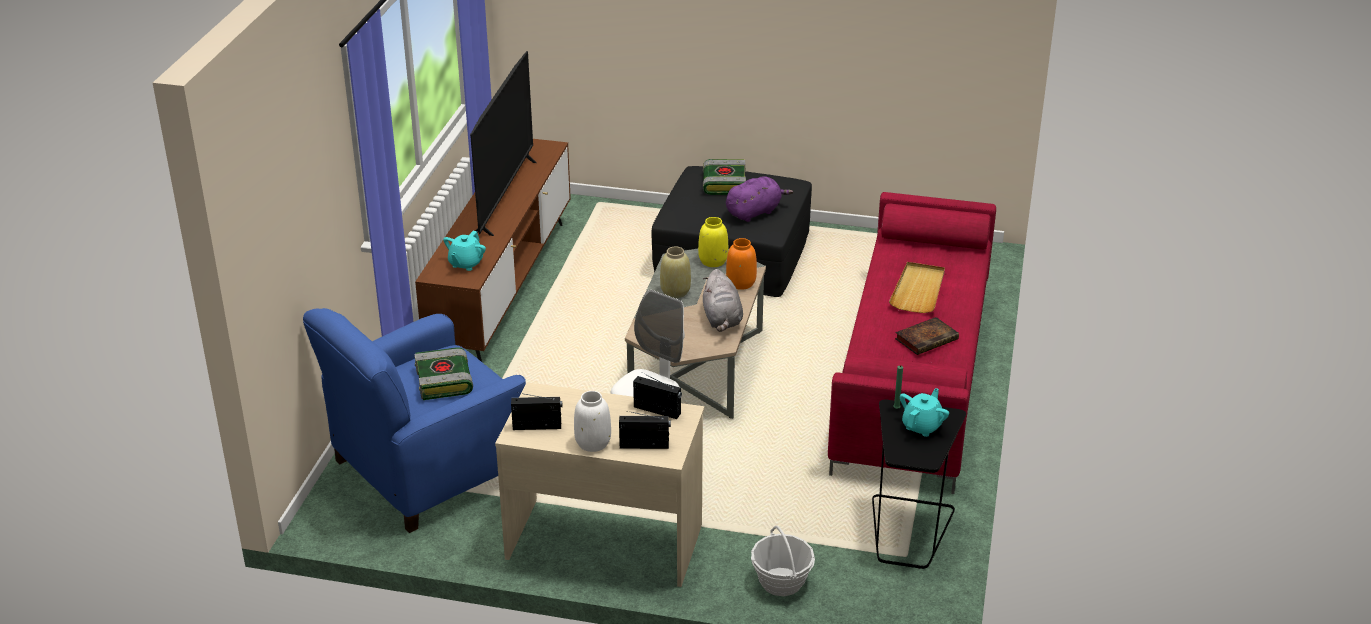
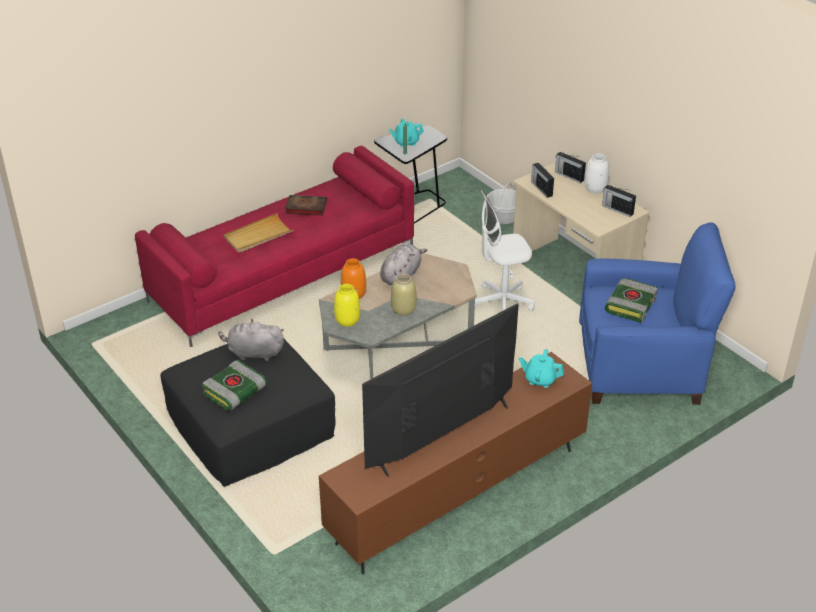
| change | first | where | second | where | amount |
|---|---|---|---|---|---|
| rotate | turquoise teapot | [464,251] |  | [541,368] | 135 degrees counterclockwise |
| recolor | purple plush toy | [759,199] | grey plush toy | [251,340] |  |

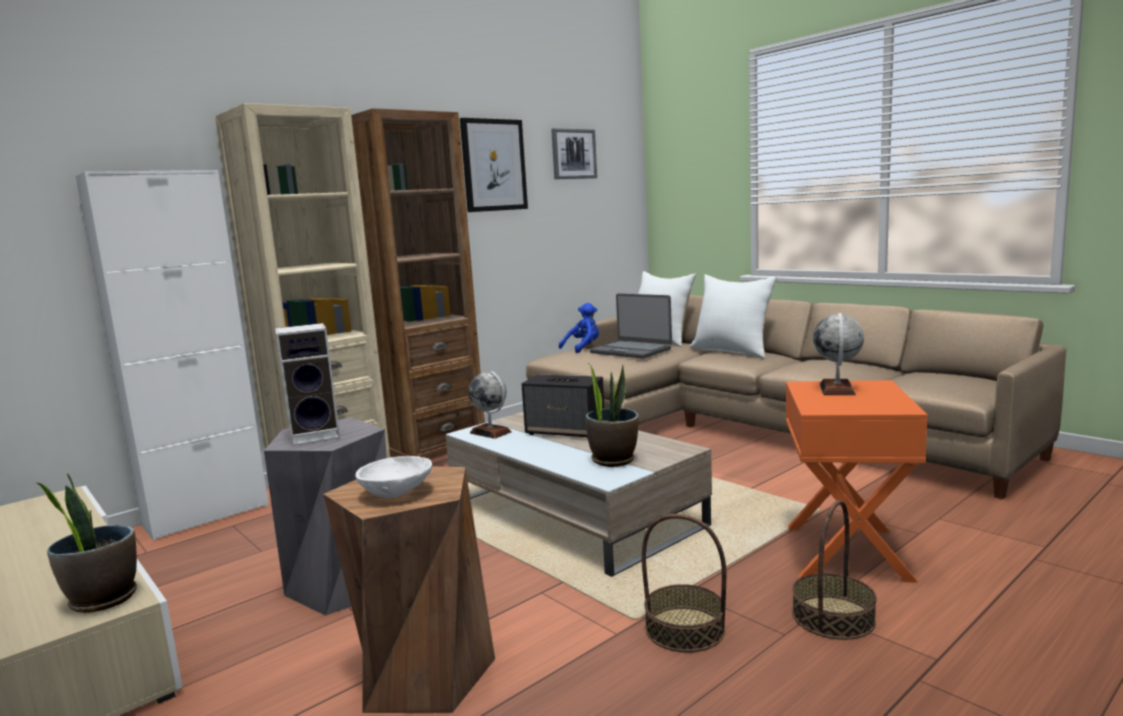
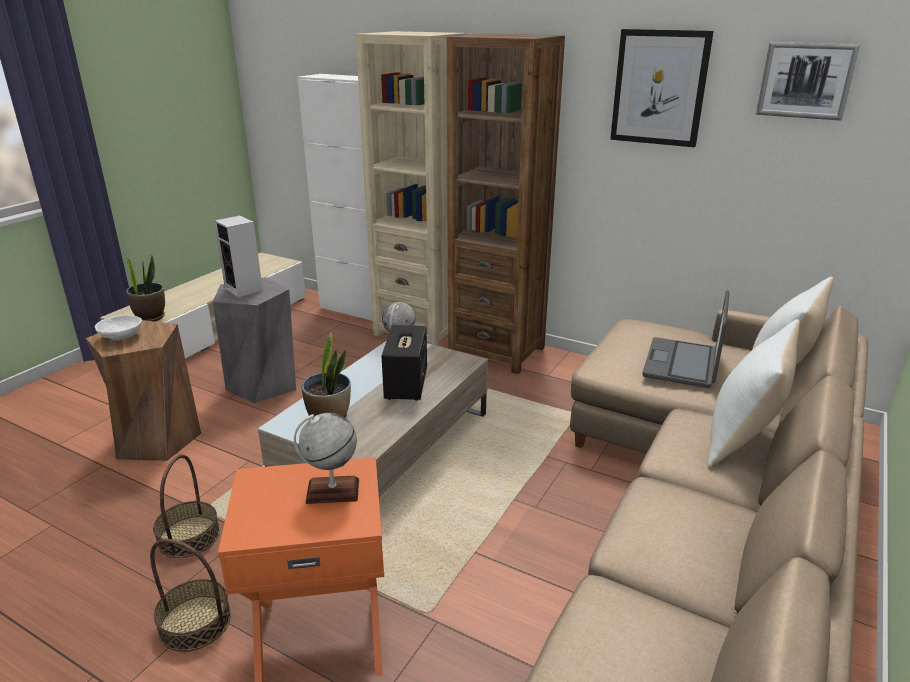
| change | first | where | second | where | amount |
|---|---|---|---|---|---|
| delete | blue plush toy | [579,328] |  |  |  |

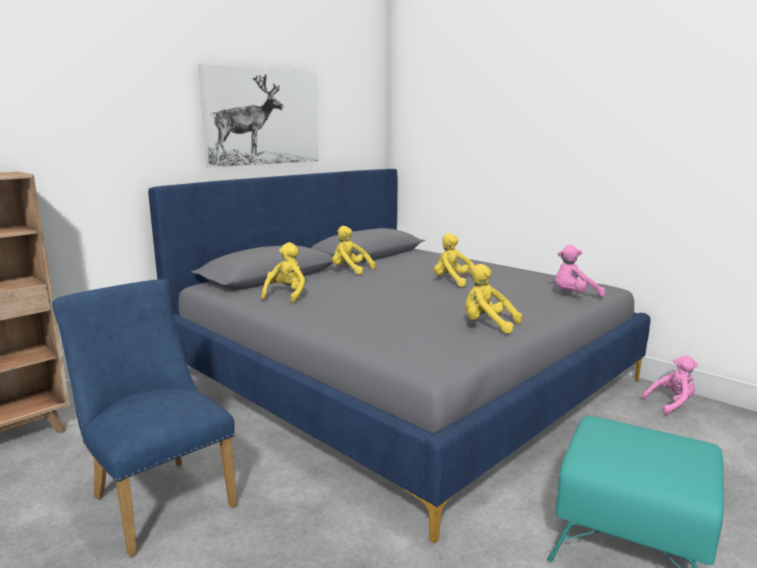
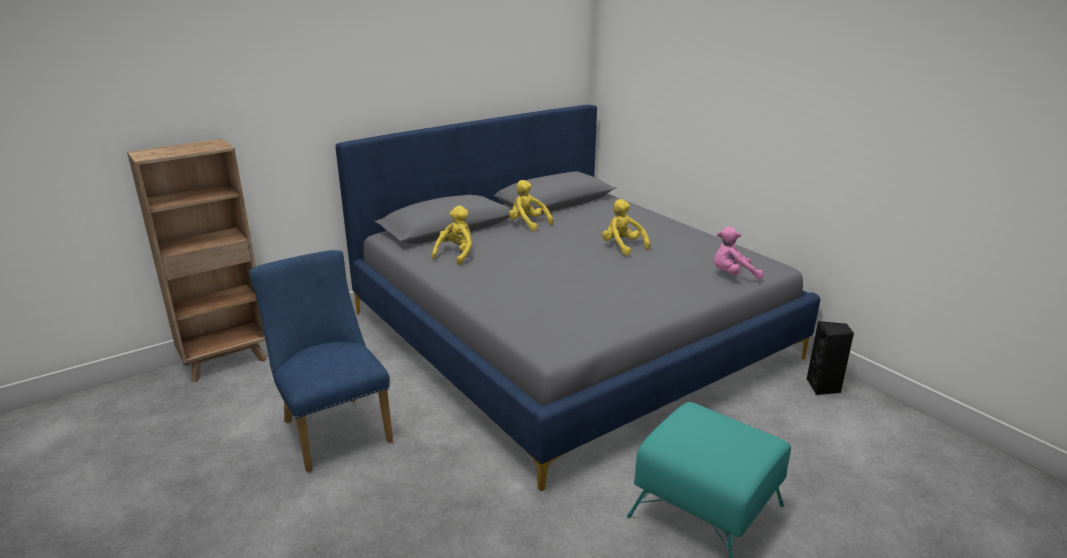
| change | first | where | second | where | amount |
|---|---|---|---|---|---|
| delete | picture | [258,115] |  |  |  |
| delete | yellow plush toy | [493,299] |  |  |  |
| replace | pink plush toy | [670,385] | black speaker | [830,358] |  |

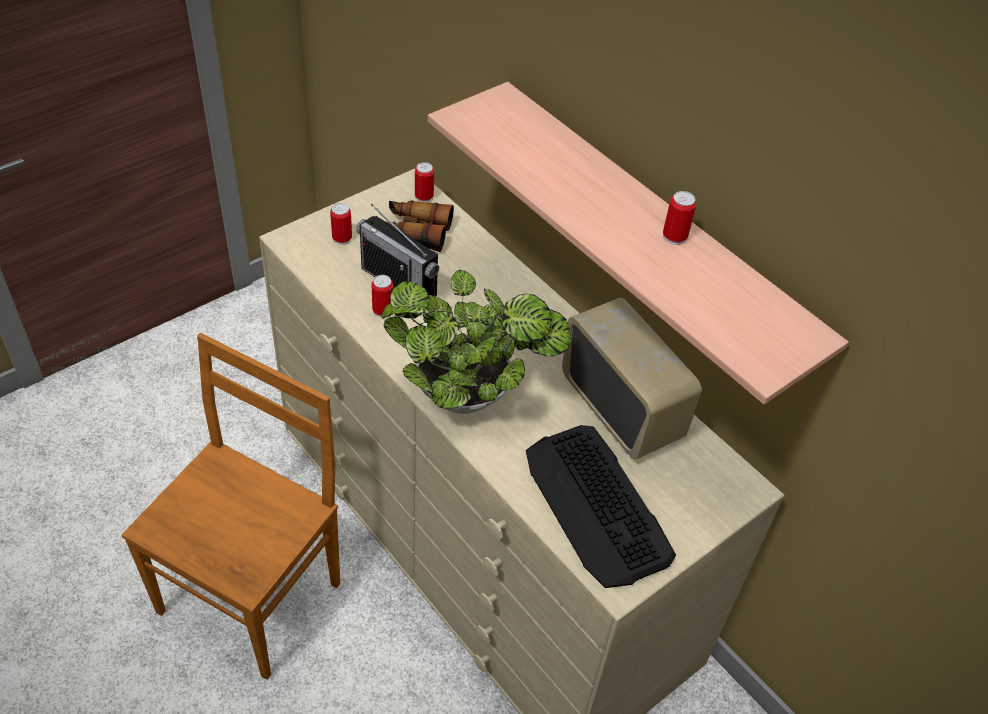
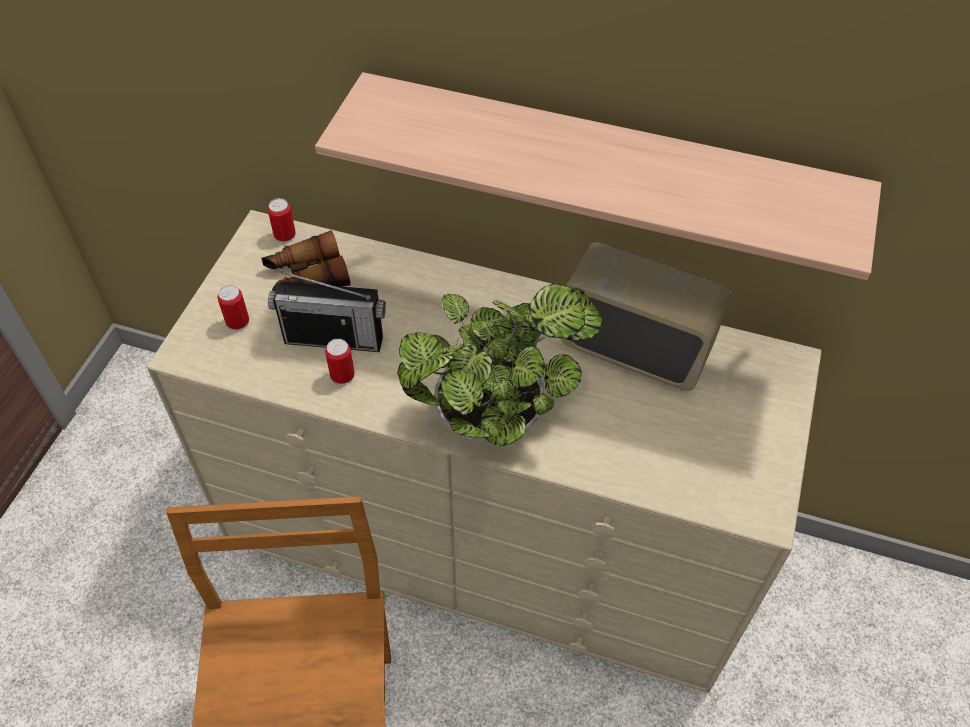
| change | first | where | second | where | amount |
|---|---|---|---|---|---|
| delete | keyboard | [601,506] |  |  |  |
| delete | can | [679,218] |  |  |  |

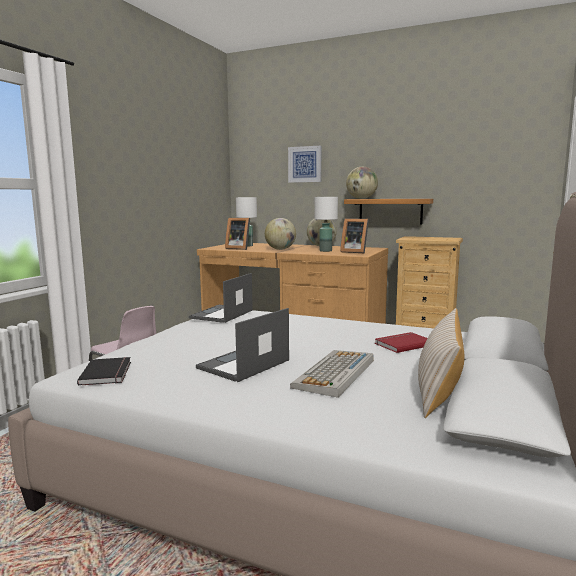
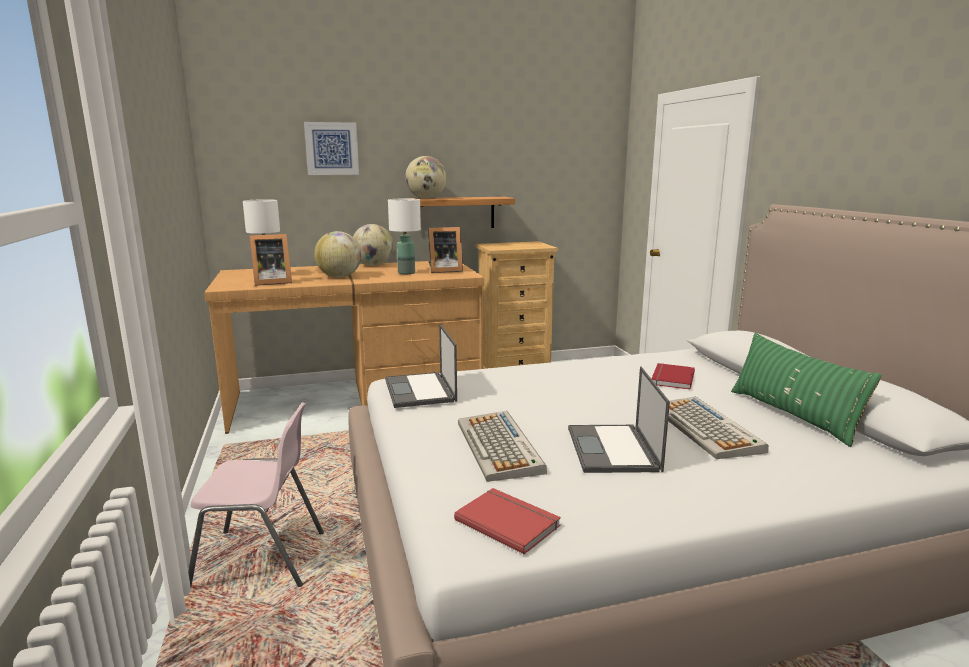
| change | first | where | second | where | amount |
|---|---|---|---|---|---|
| recolor | black book | [104,371] | red book | [507,521] |  |
| recolor | beige pillow | [441,363] | green pillow | [806,390] |  |
| insert |  |  | keyboard | [502,446] |  |

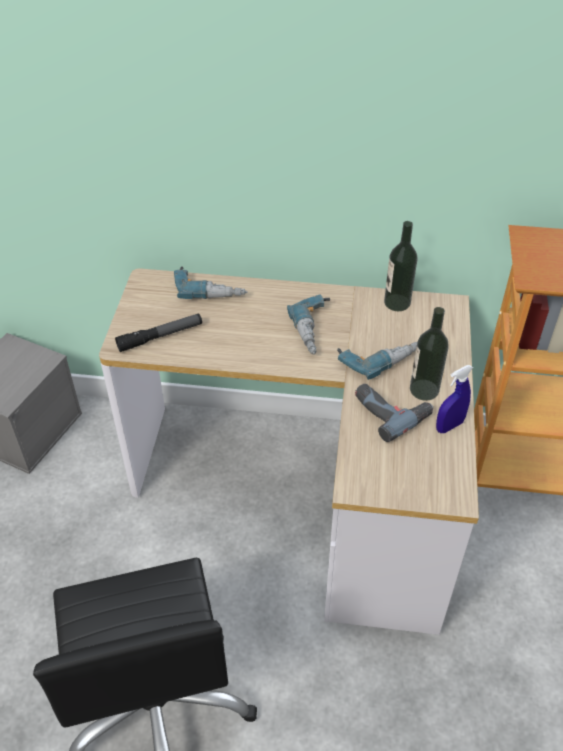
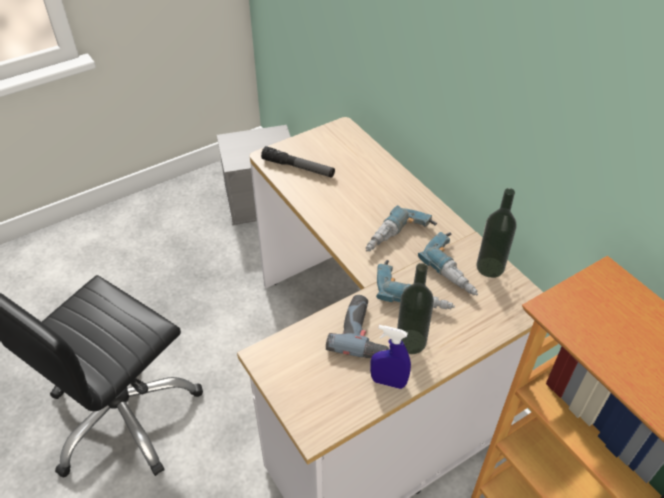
| change | first | where | second | where | amount |
|---|---|---|---|---|---|
| move | power drill | [211,282] |  | [448,264] |  |

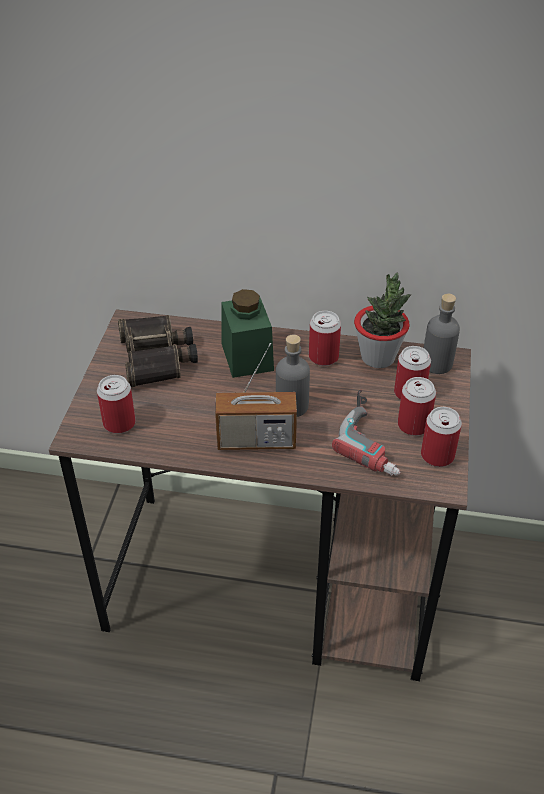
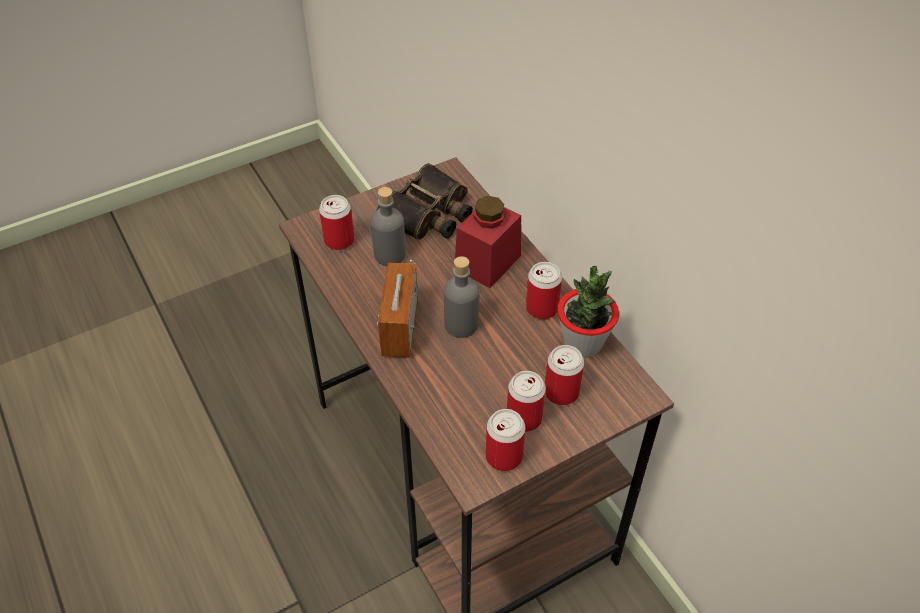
| change | first | where | second | where | amount |
|---|---|---|---|---|---|
| rotate | radio | [256,396] |  | [398,309] | 45 degrees clockwise |
| recolor | green jar | [247,333] | red jar | [488,242] |  |
| delete | power drill | [366,433] |  |  |  |
| move | grey bottle | [442,334] |  | [388,226] |  |

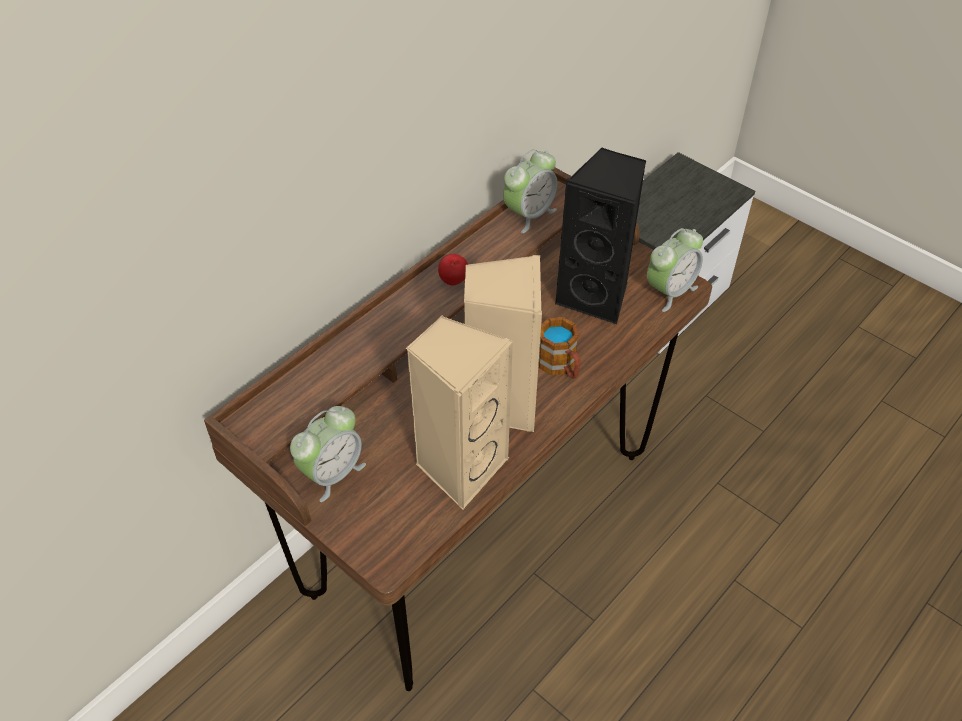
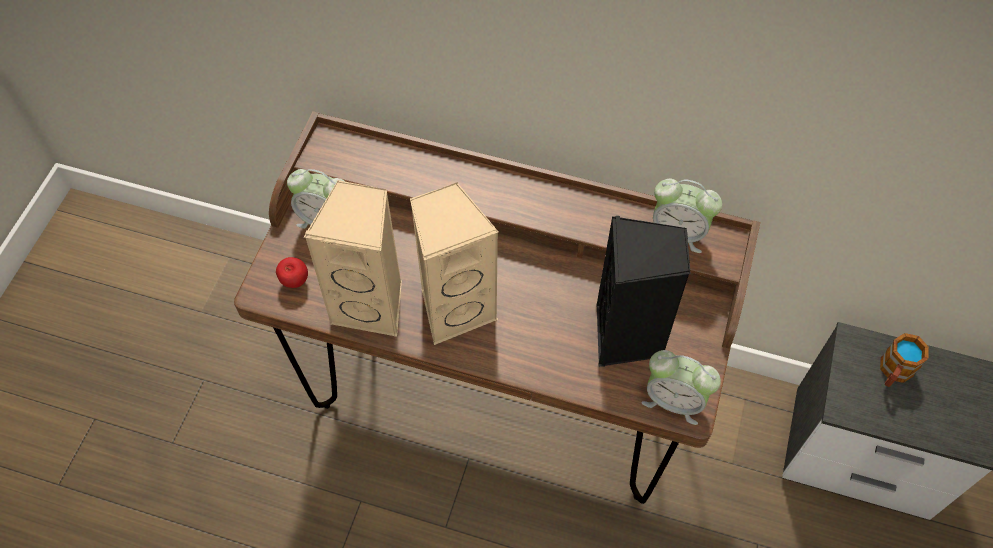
| change | first | where | second | where | amount |
|---|---|---|---|---|---|
| move | apple | [453,269] |  | [292,272] |  |
| move | mug | [559,348] |  | [904,360] |  |

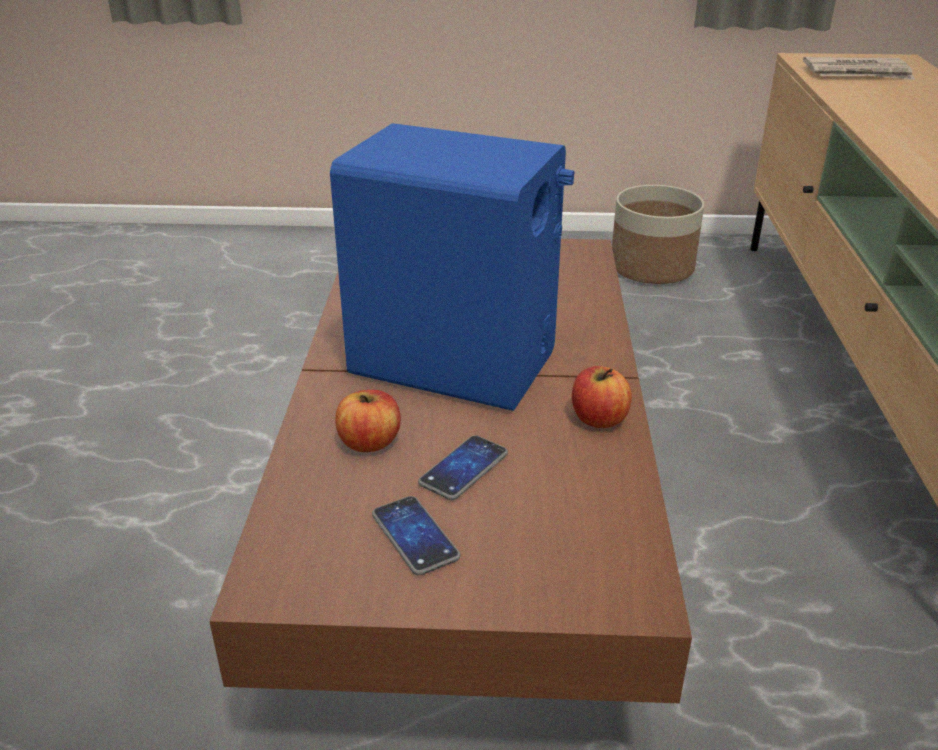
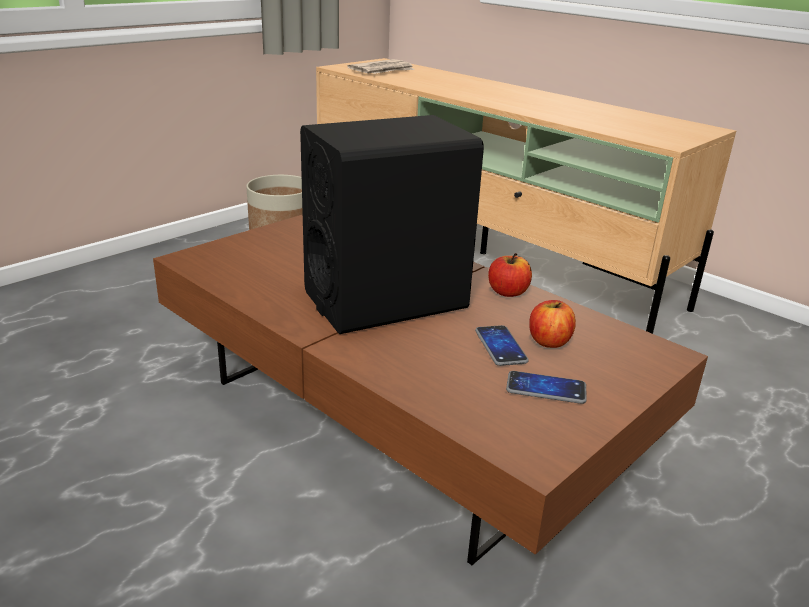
| change | first | where | second | where | amount |
|---|---|---|---|---|---|
| recolor | blue speaker | [452,267] | black speaker | [392,224] |  |
| move | apple | [368,421] |  | [552,324] |  |

